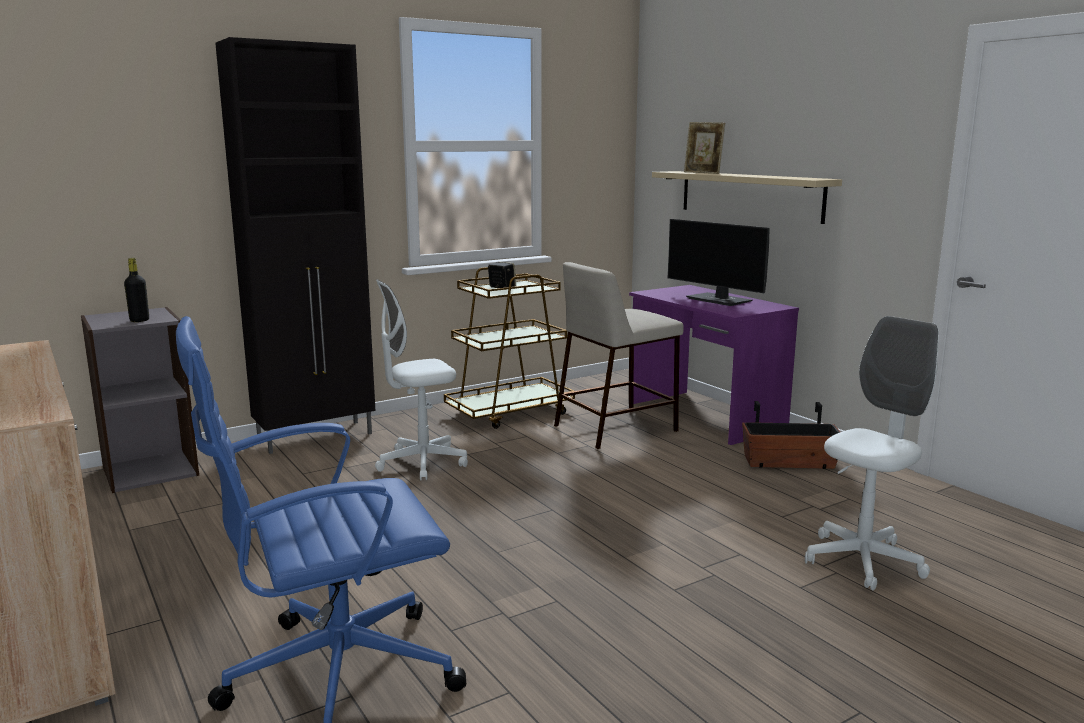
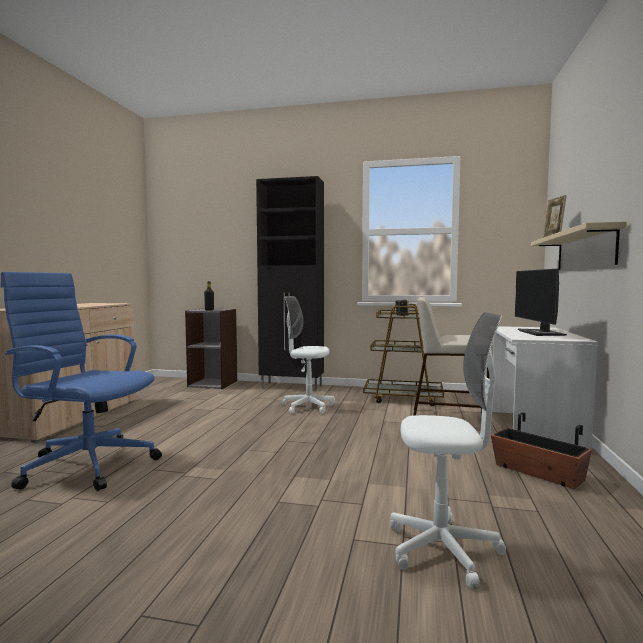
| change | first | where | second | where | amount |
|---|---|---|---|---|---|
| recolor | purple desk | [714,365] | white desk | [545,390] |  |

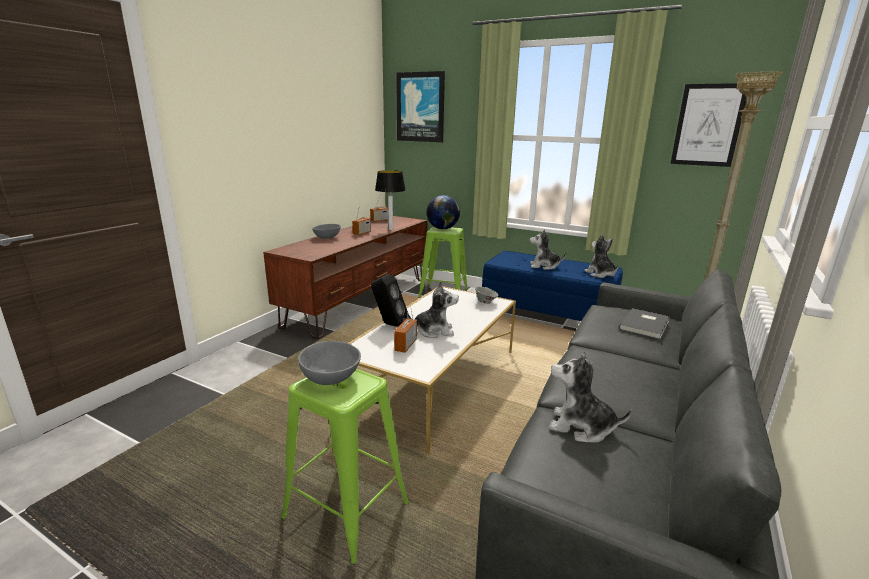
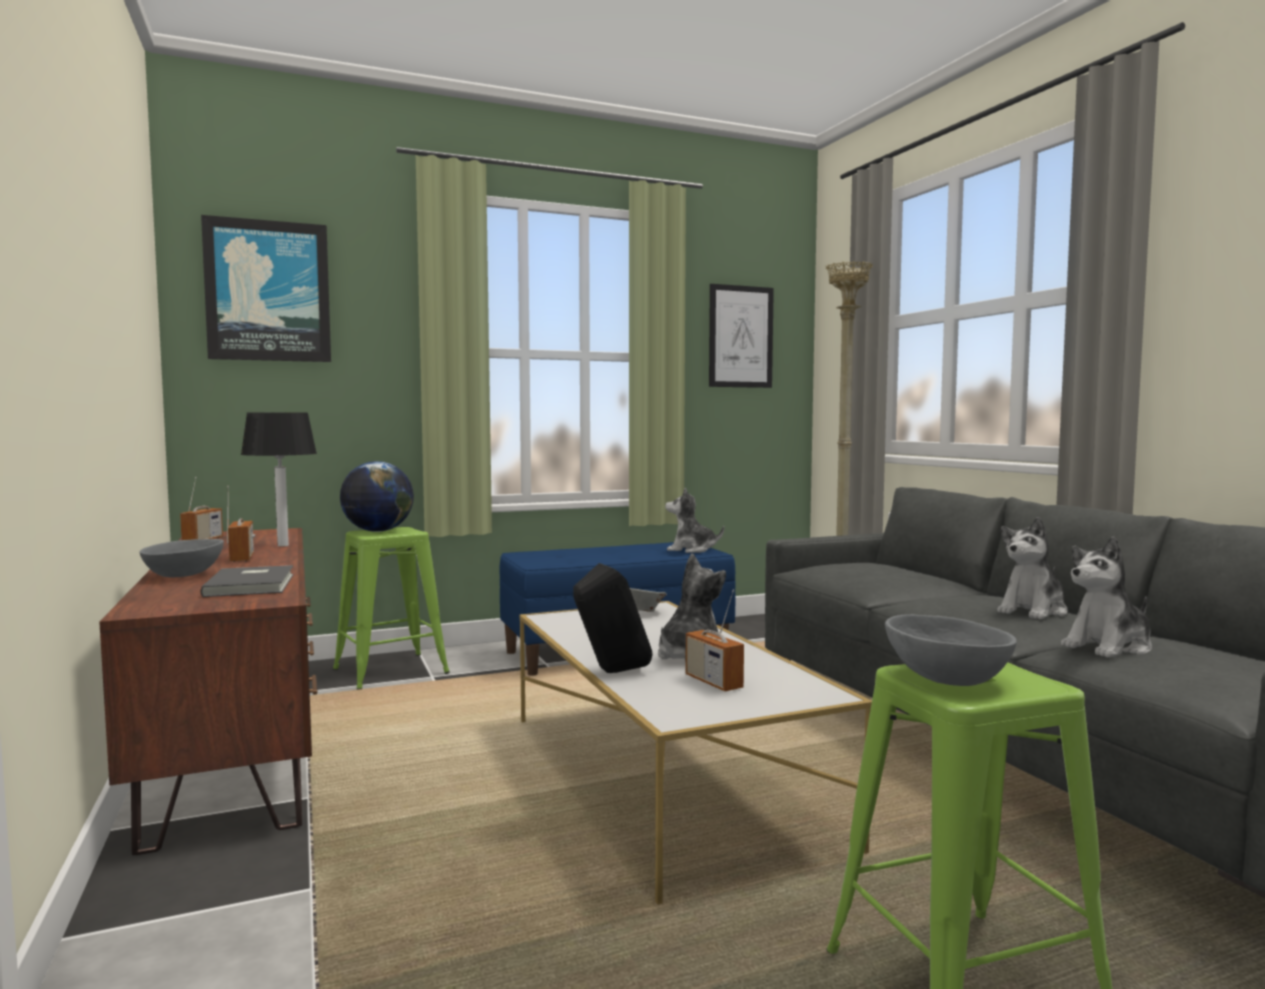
| change | first | where | second | where | amount |
|---|---|---|---|---|---|
| move | plush toy | [548,249] |  | [1032,568] |  |
| move | grey book | [644,323] |  | [246,581] |  |

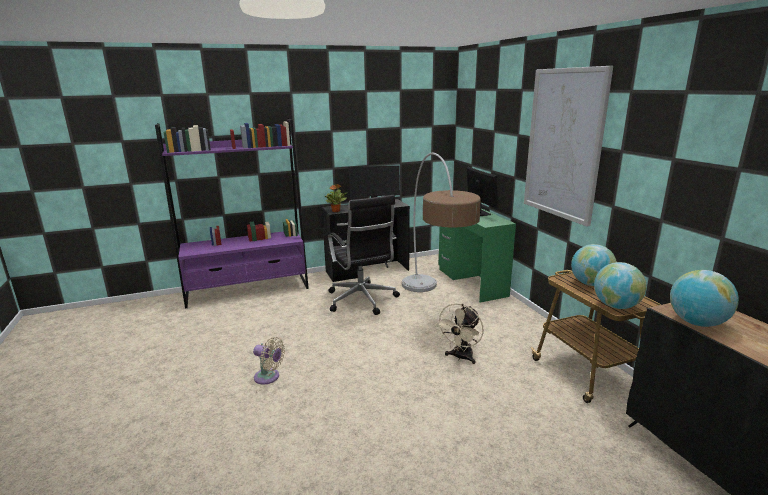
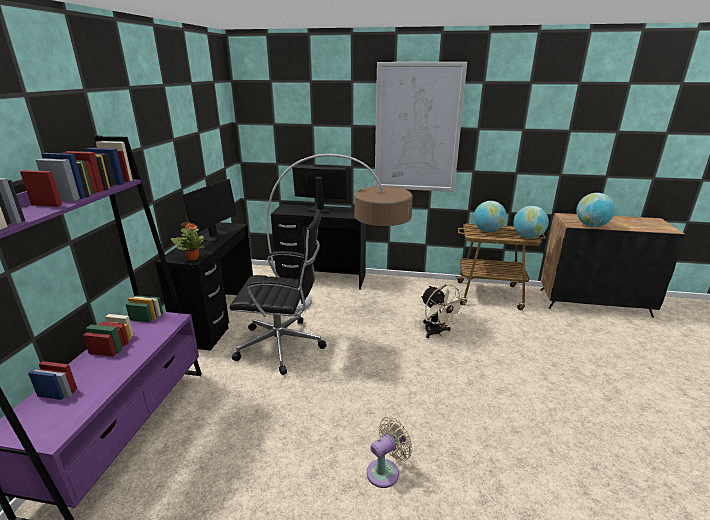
| change | first | where | second | where | amount |
|---|---|---|---|---|---|
| recolor | green desk | [477,255] | black desk | [318,247] |  |

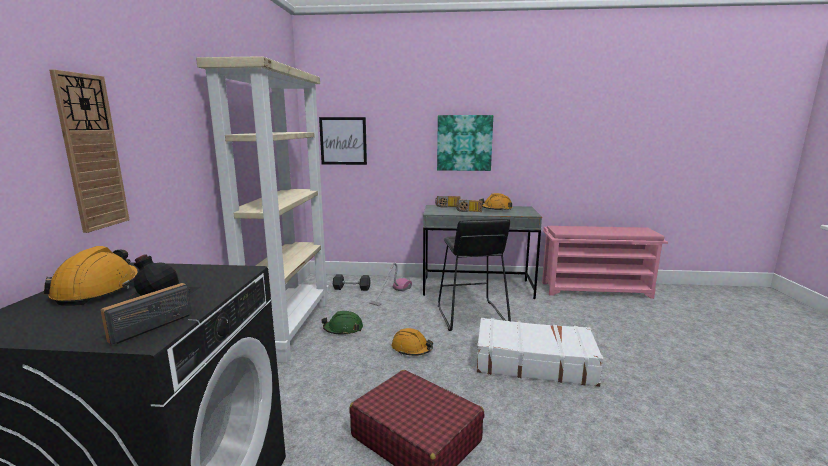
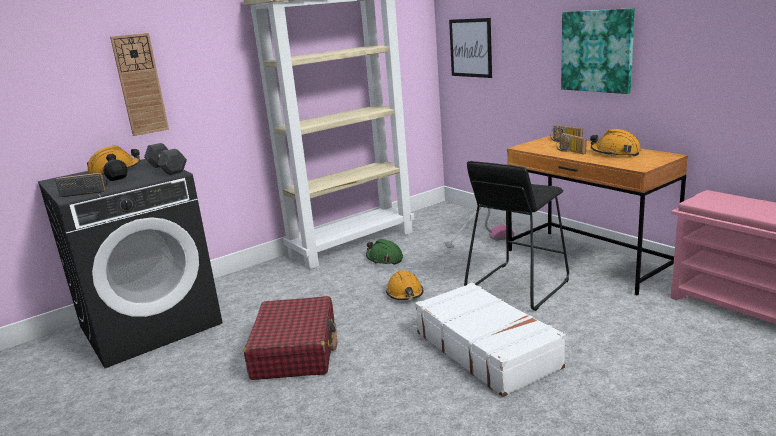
| change | first | where | second | where | amount |
|---|---|---|---|---|---|
| move | grey dumbbell | [352,282] |  | [165,159] |  |
| recolor | grey desk | [482,252] | brown desk | [597,215] |  |

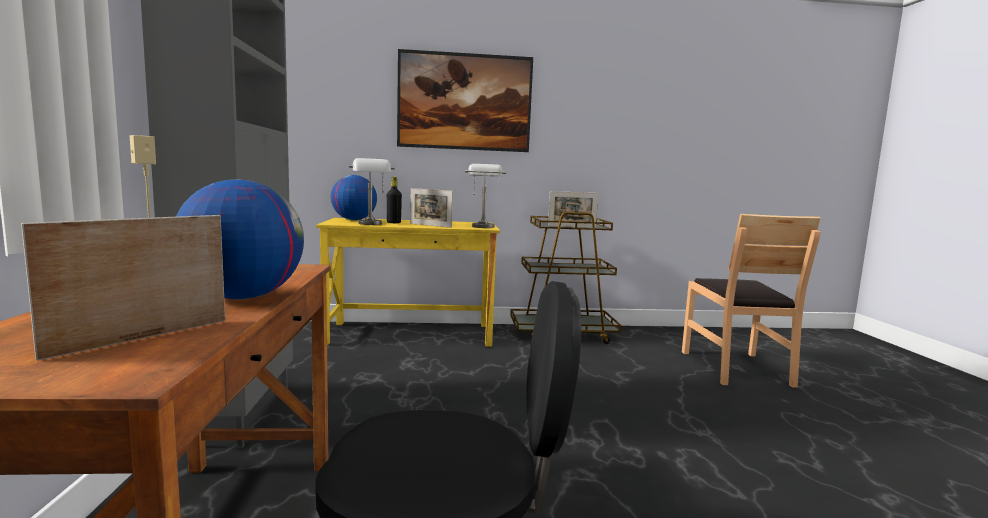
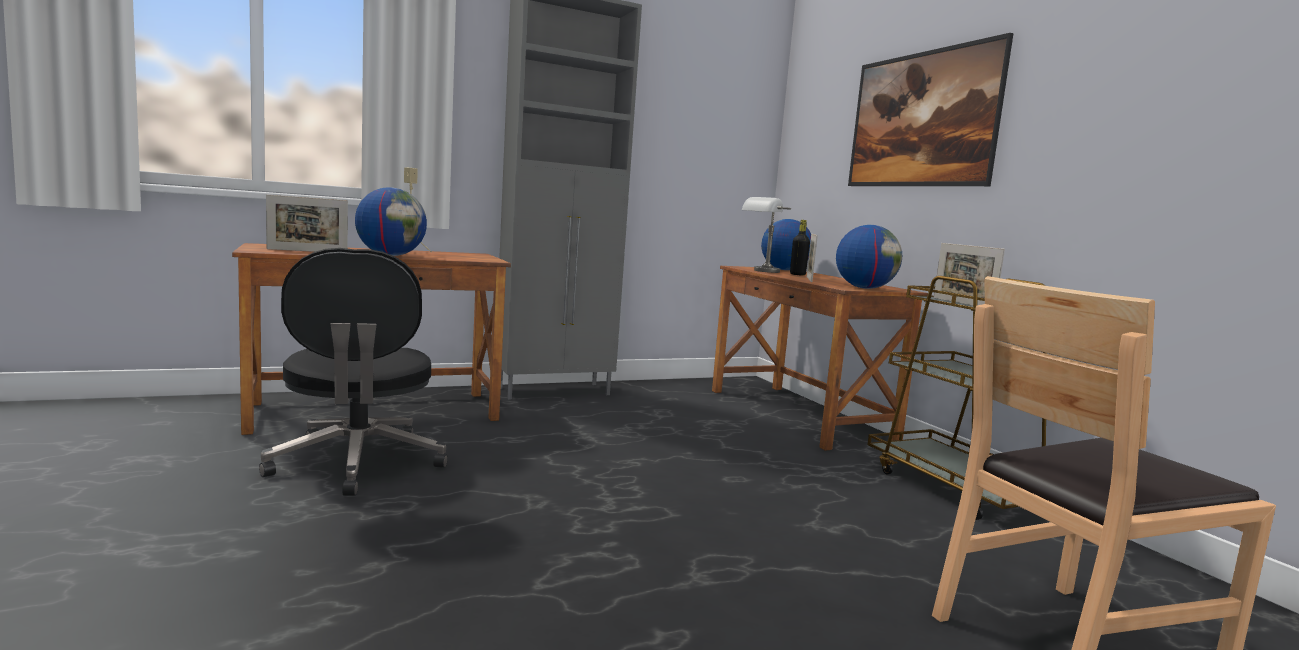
| change | first | where | second | where | amount |
|---|---|---|---|---|---|
| rotate | picture frame | [123,288] |  | [307,223] | 150 degrees clockwise |
| recolor | yellow desk | [408,282] | brown desk | [820,358] |  |
| replace | grey table lamp | [485,196] | globe | [869,257] |  |

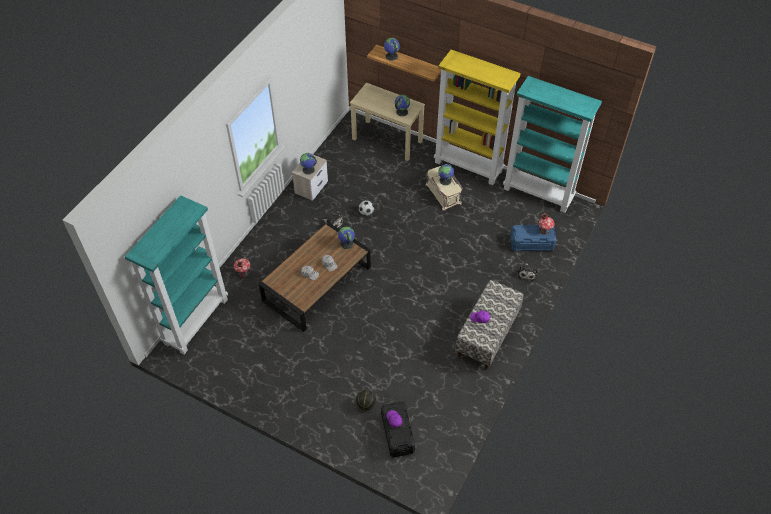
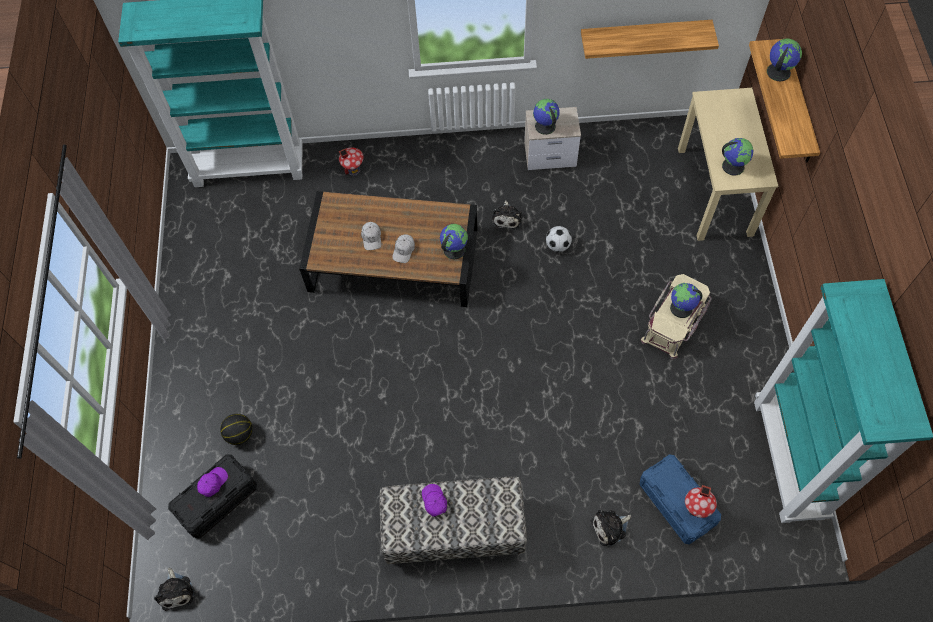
| change | first | where | second | where | amount |
|---|---|---|---|---|---|
| delete | yellow bookcase | [477,117] |  |  |  |
| insert |  |  | plush toy | [174,589] |  |
| insert |  |  | shelf | [650,39] |  |

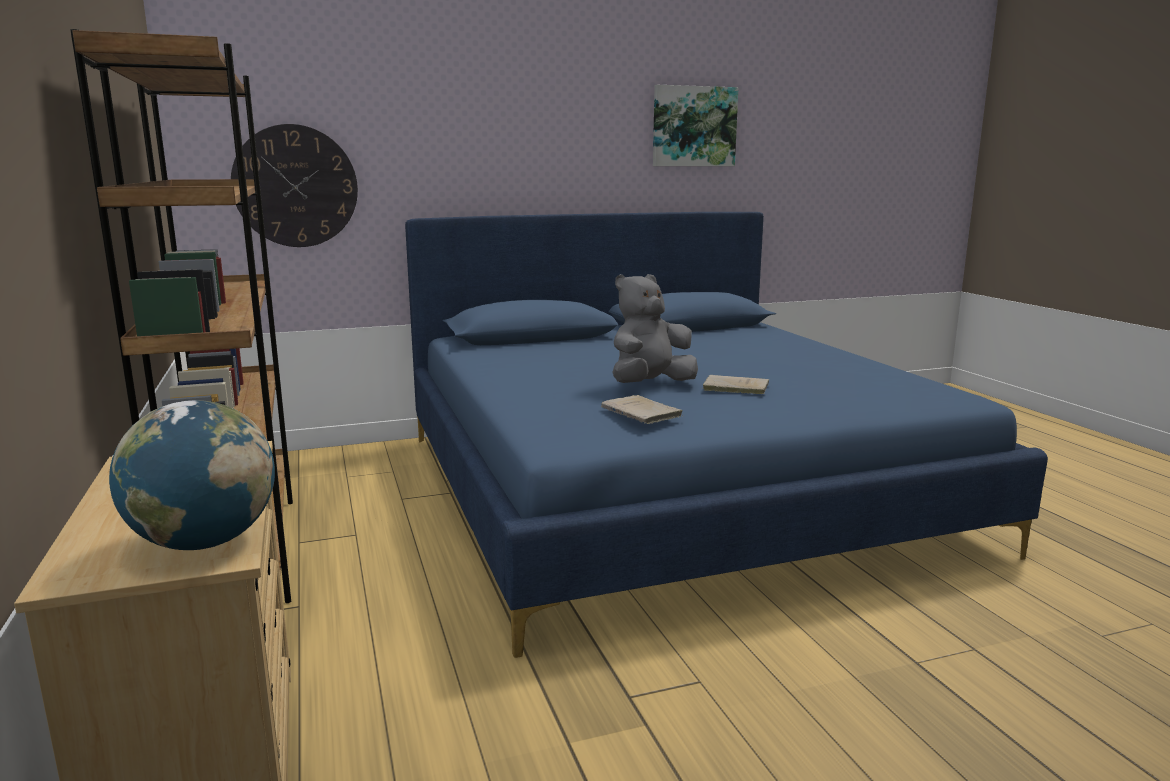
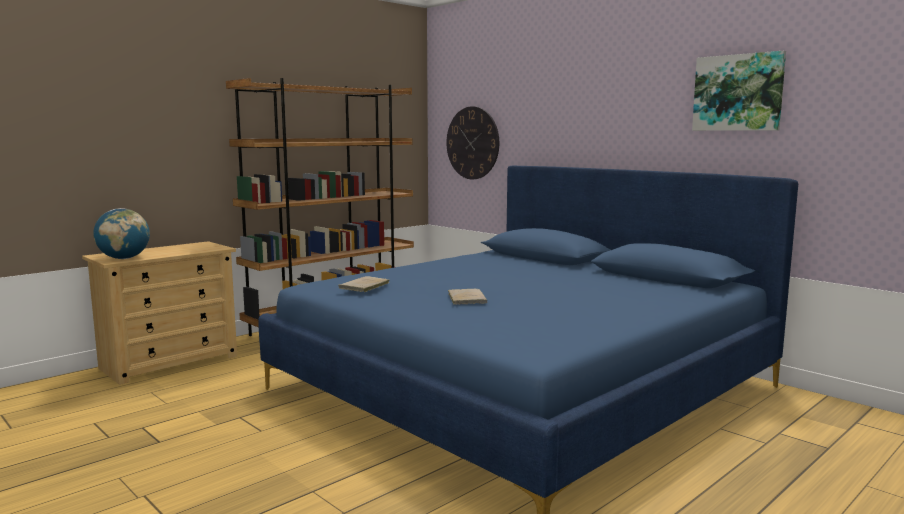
| change | first | where | second | where | amount |
|---|---|---|---|---|---|
| delete | grey plush toy | [655,328] |  |  |  |

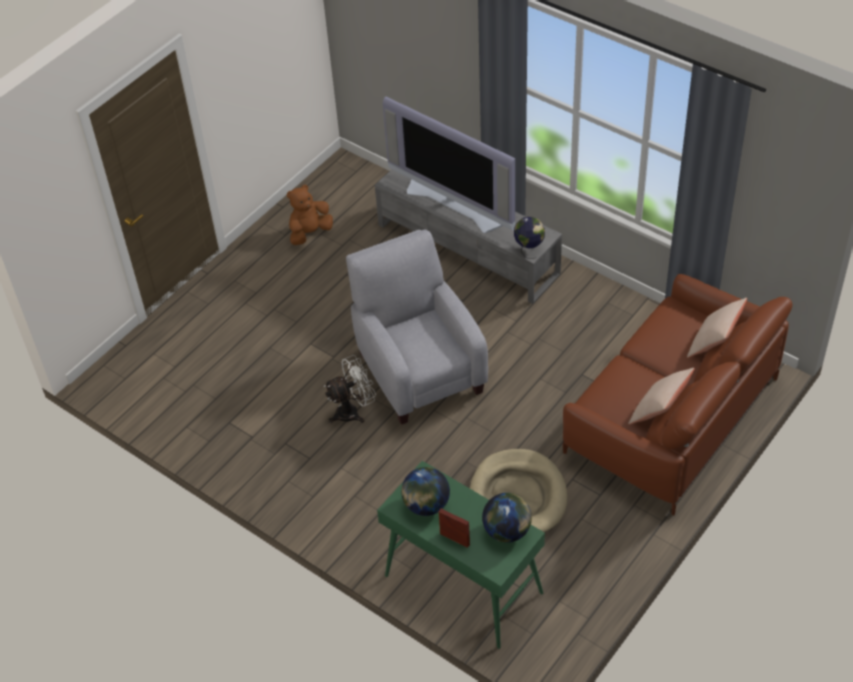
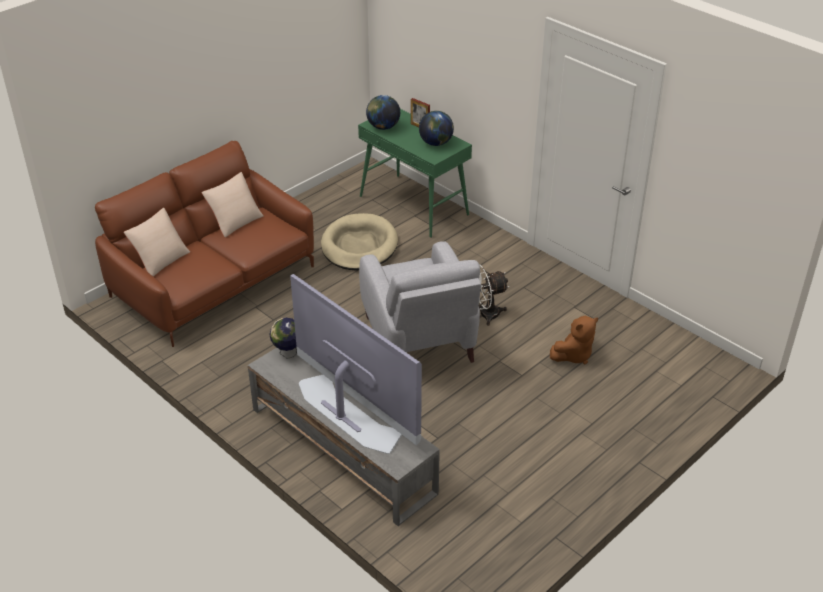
| change | first | where | second | where | amount |
|---|---|---|---|---|---|
| move | brown plush toy | [310,215] |  | [574,340] |  |

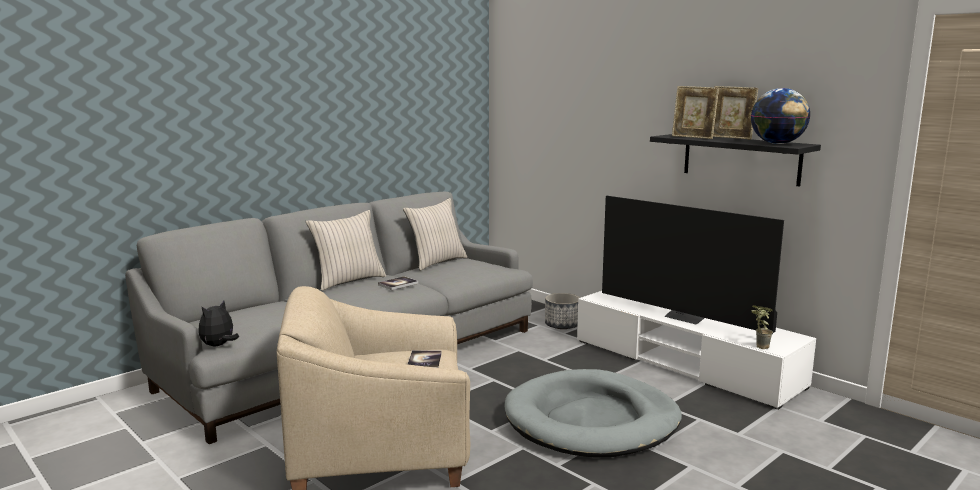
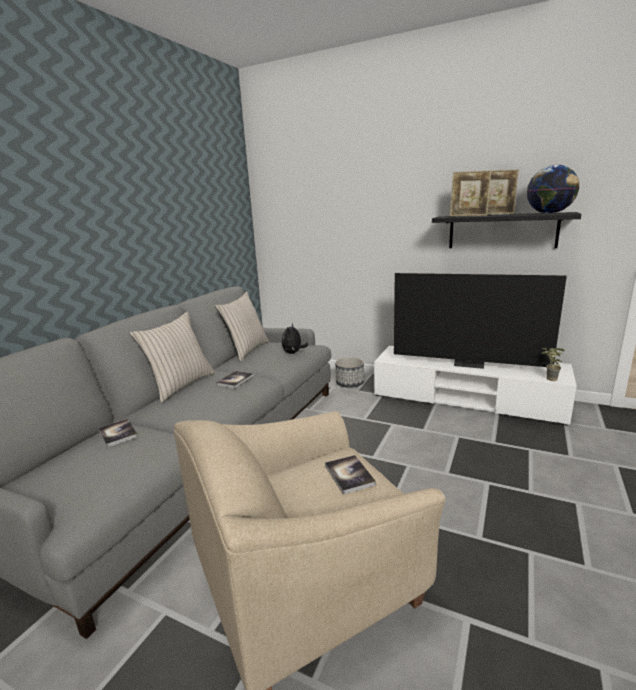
| change | first | where | second | where | amount |
|---|---|---|---|---|---|
| move | plush toy | [218,323] |  | [295,338] |  |
| delete | grey dog bed | [593,413] |  |  |  |
| insert |  |  | book | [118,433] |  |

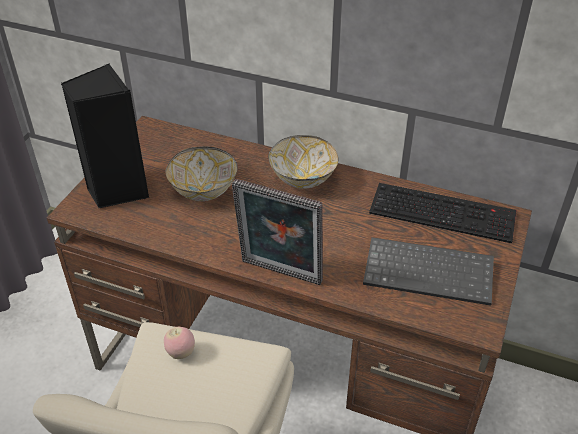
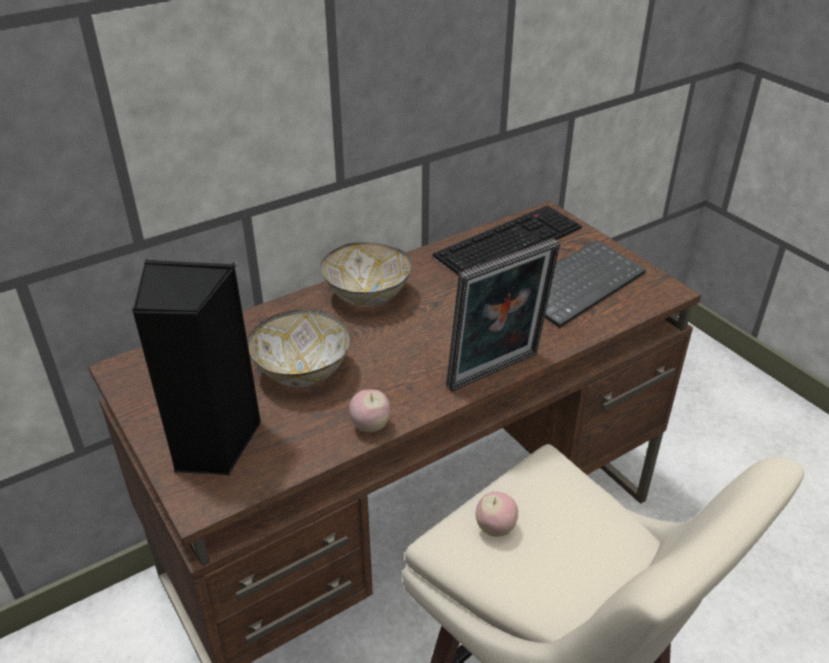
| change | first | where | second | where | amount |
|---|---|---|---|---|---|
| insert |  |  | apple | [369,410] |  |

